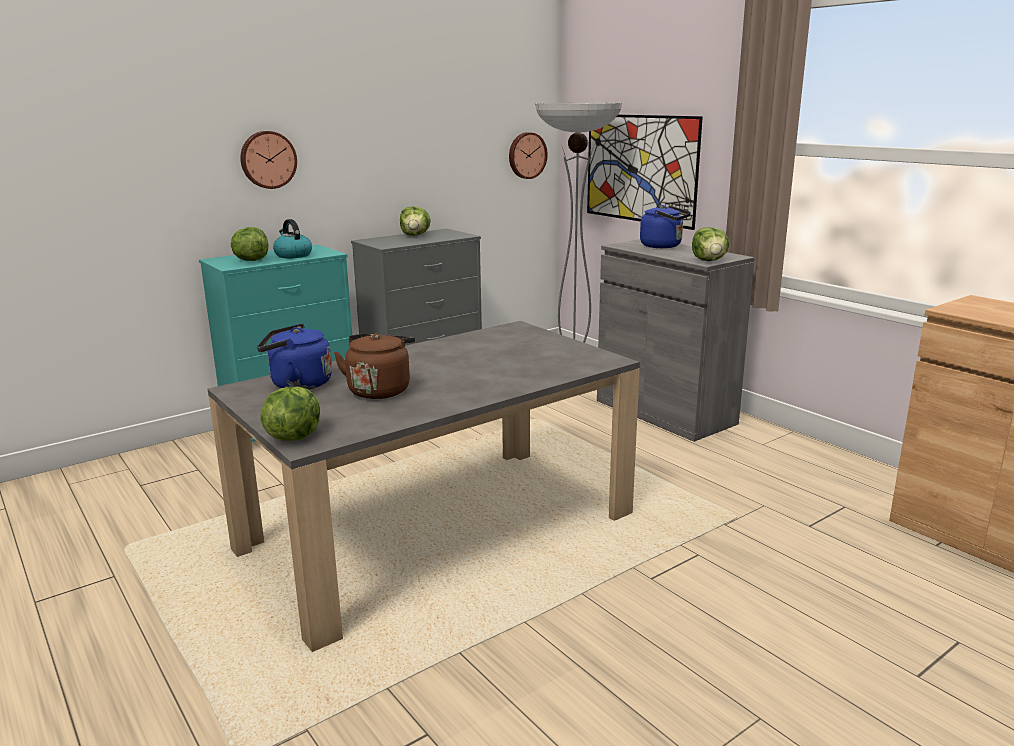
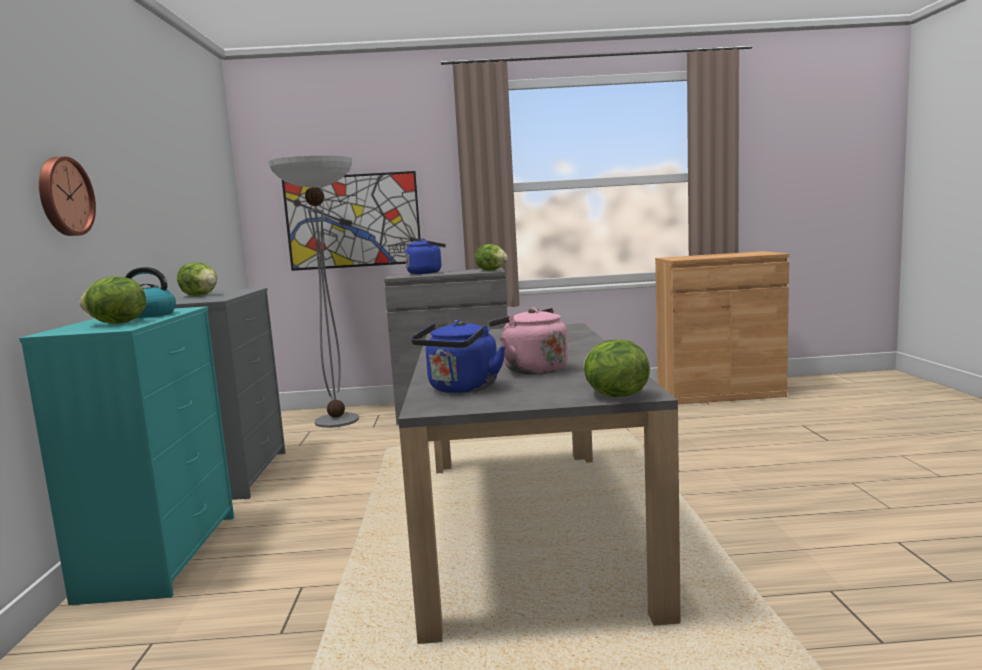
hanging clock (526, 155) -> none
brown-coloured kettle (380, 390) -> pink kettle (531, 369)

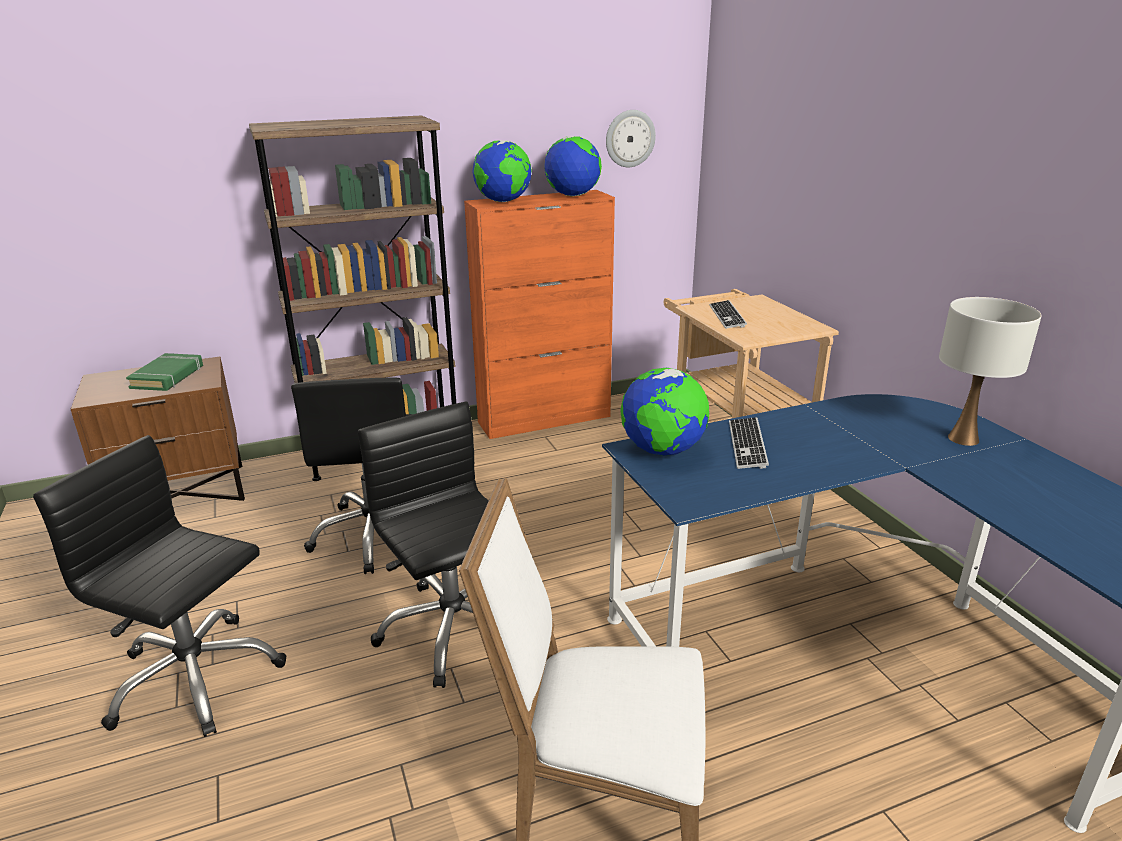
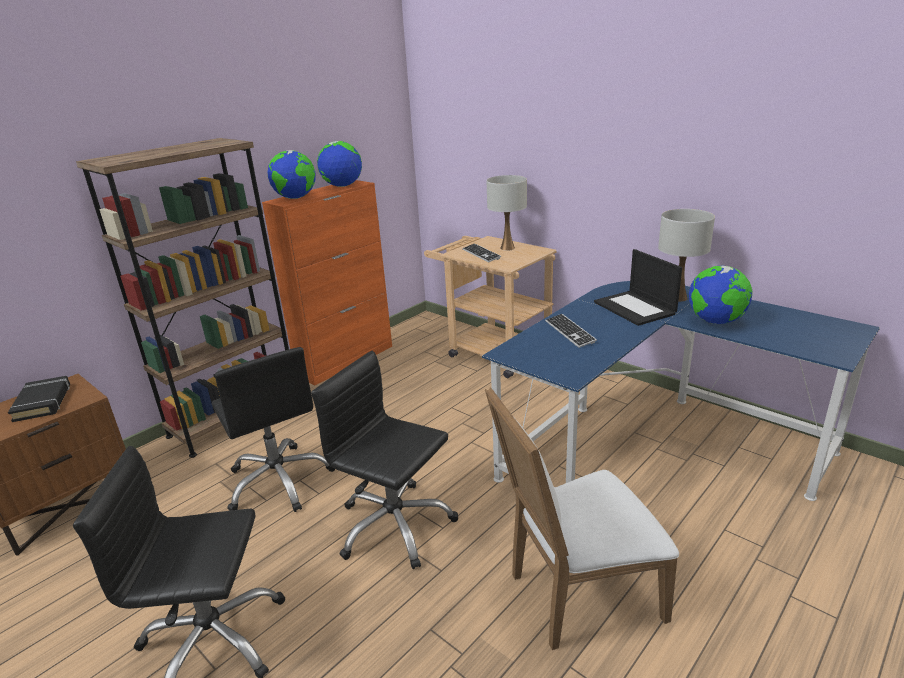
hanging clock (630, 138) -> none
green-coloured bound book (168, 377) -> black bound book (43, 402)
desk globe (662, 451) -> desk globe (716, 321), relocated
none -> whitish tabletop lamp (507, 248)
none -> portable computer (635, 308)

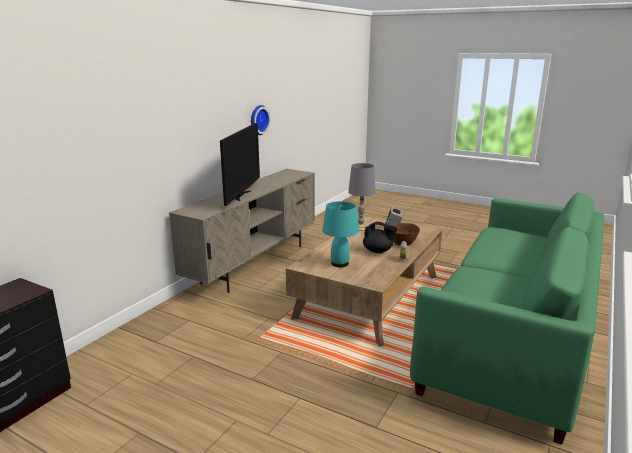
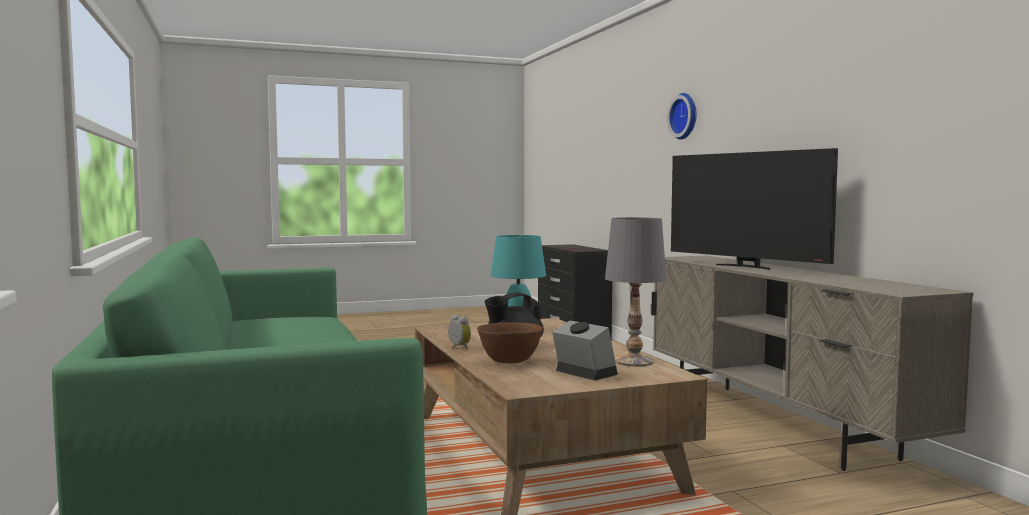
hanging clock (258, 120) -> hanging clock (685, 116), relocated

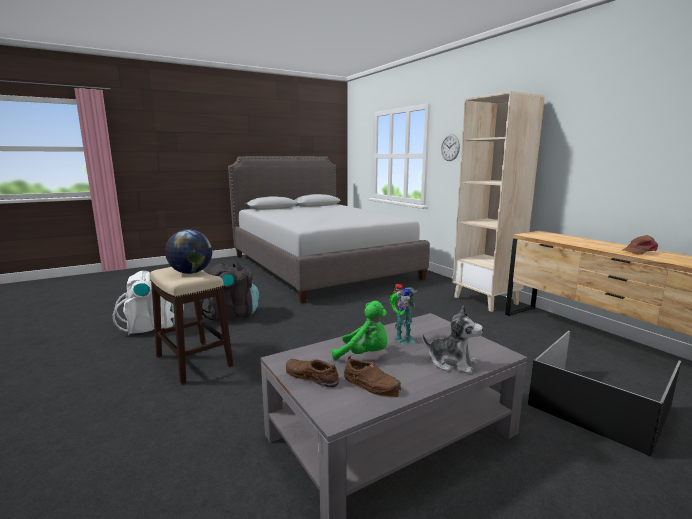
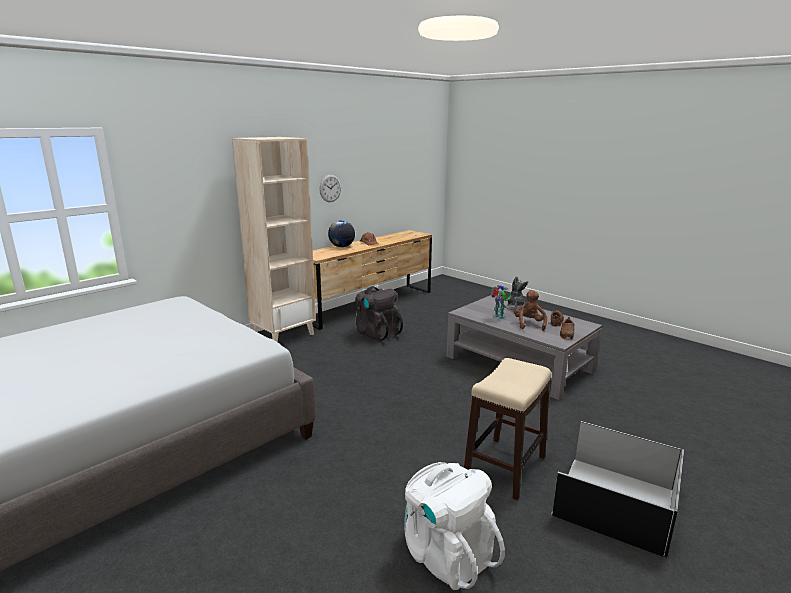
hanging clock (450, 147) -> hanging clock (330, 188), relocated
desk globe (191, 272) -> desk globe (342, 247), relocated
black rucksack (232, 315) -> black rucksack (377, 333), relocated
green-coloured plush toy (364, 355) -> brown-coloured plush toy (529, 324)
black storage container (601, 406) -> black storage container (615, 501), relocated

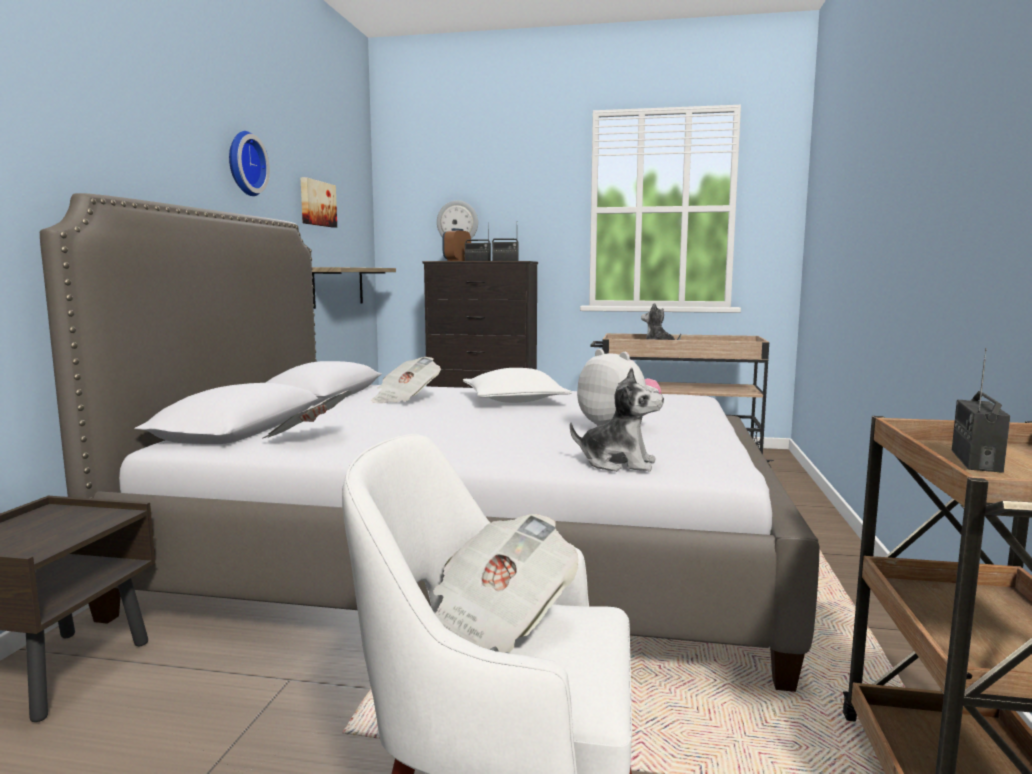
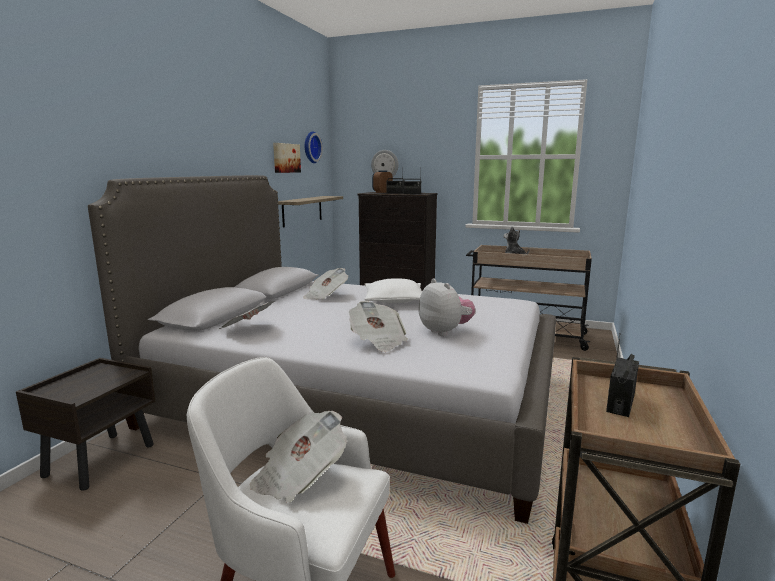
hanging clock (244, 164) -> hanging clock (310, 147), relocated
plush toy (618, 463) -> none
none -> newspaper (378, 341)

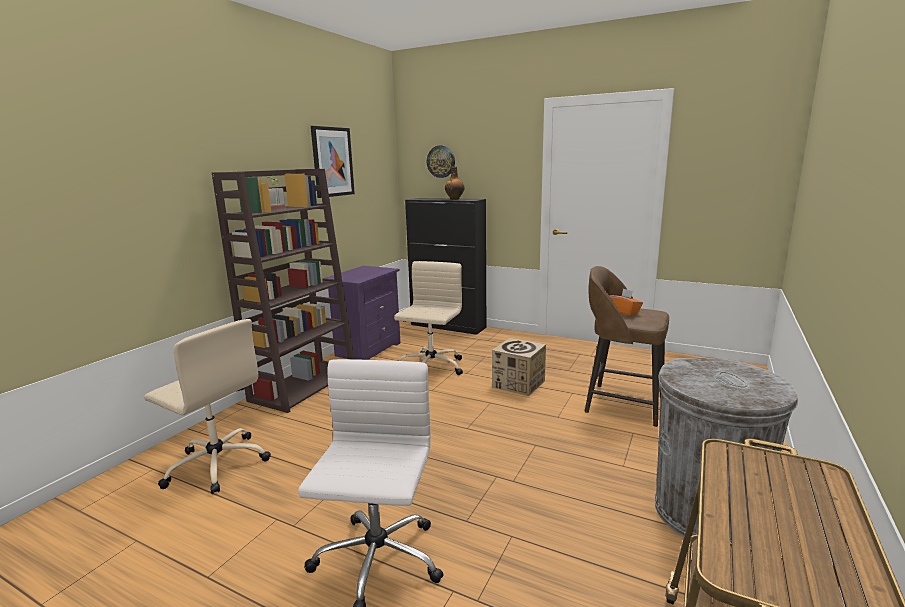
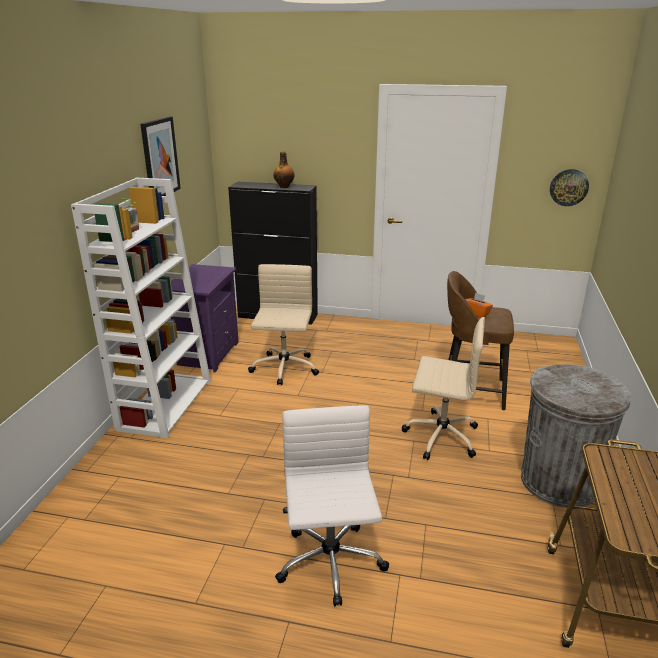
hanging clock (441, 161) -> hanging clock (568, 187), relocated
brown-coloured bookcase (304, 385) -> whitish bookcase (165, 404)
beige-coloured computer chair (217, 464) -> beige-coloured computer chair (440, 436), relocated
cardboard box (518, 384) -> none

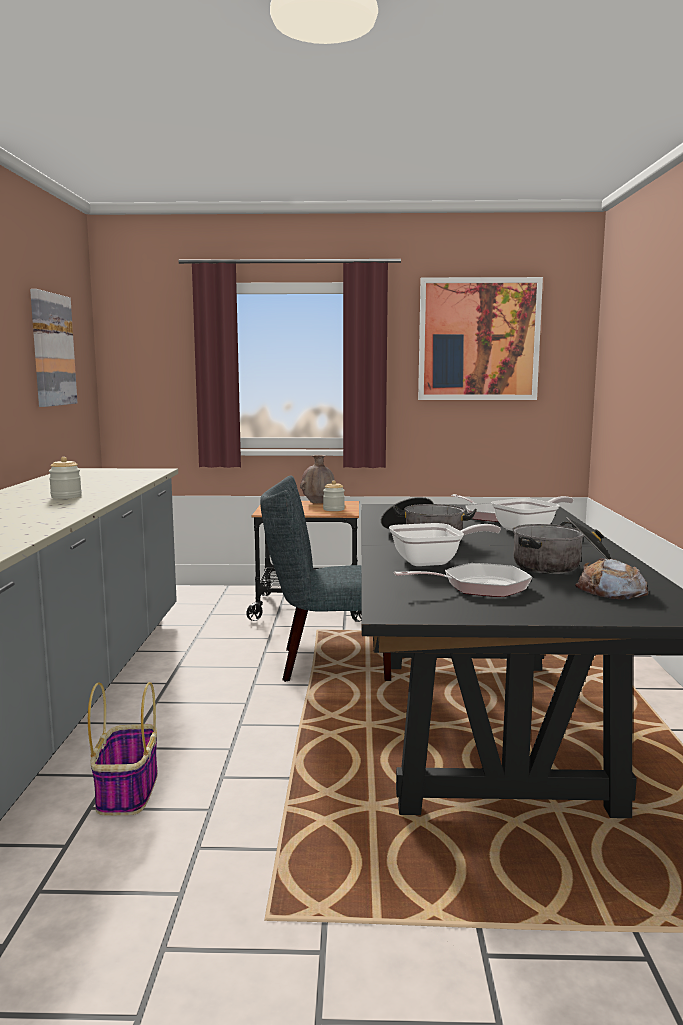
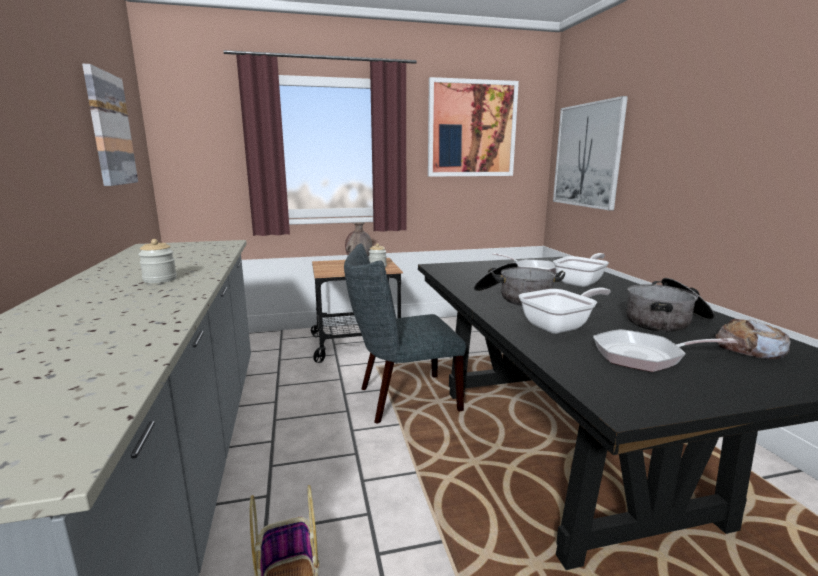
pan (479, 587) -> pan (644, 356), 150 degrees counterclockwise
none -> wall art (587, 155)

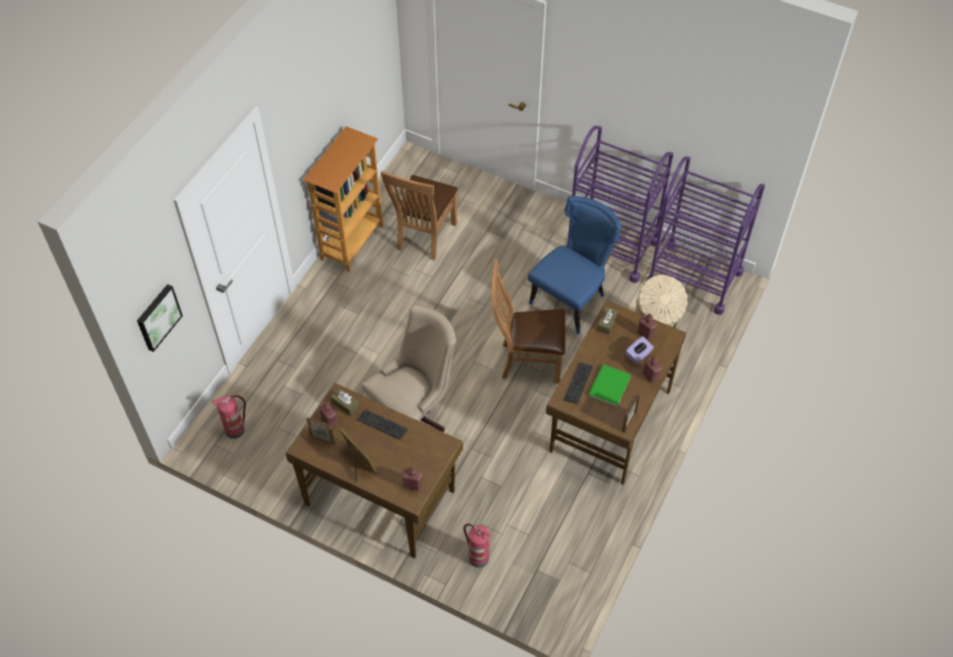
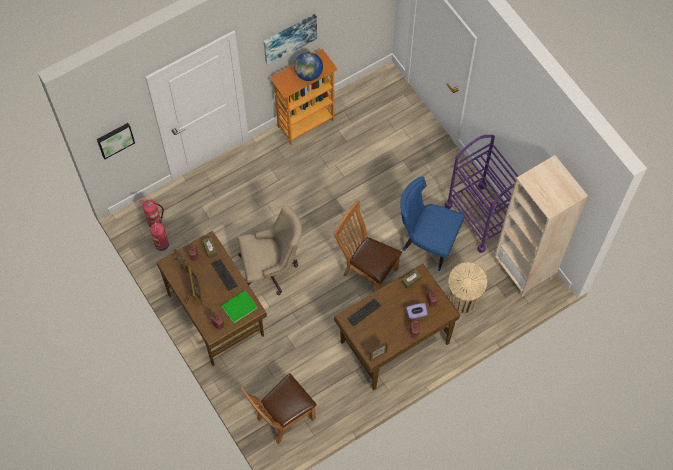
purple wheeled cart (694, 278) -> beige-coloured bookcase (524, 270)
brown-coloured chair (424, 238) -> brown-coloured chair (282, 419), relocated
blue-coloured chair (571, 299) -> blue-coloured chair (426, 242), 135 degrees counterclockwise
green-coloured bound book (608, 386) -> green-coloured bound book (238, 307), relocated
extinguisher (477, 557) -> extinguisher (161, 244), relocated
none -> wall art (289, 38)
none -> desk globe (308, 74)

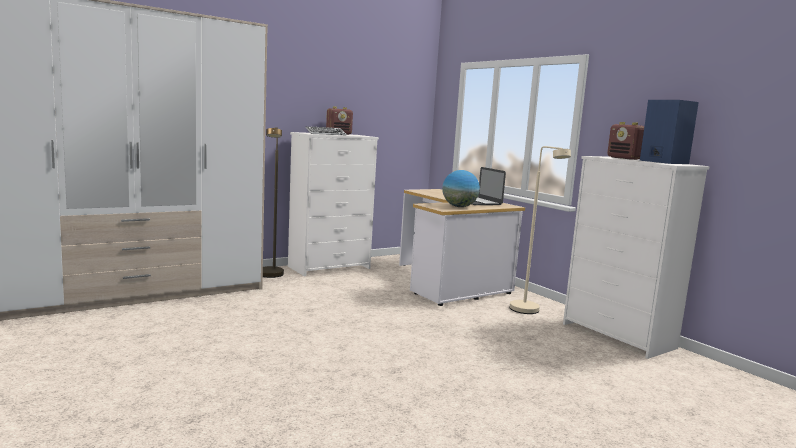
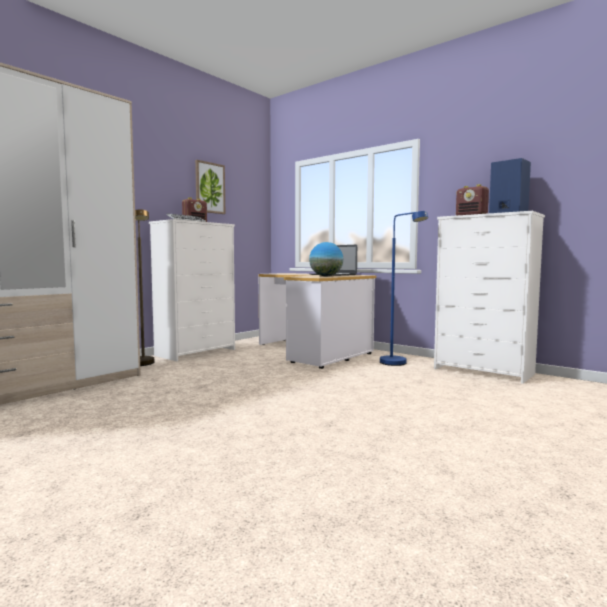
beige-coloured standing lamp (529, 312) -> blue-coloured standing lamp (398, 364)
none -> wall art (209, 188)

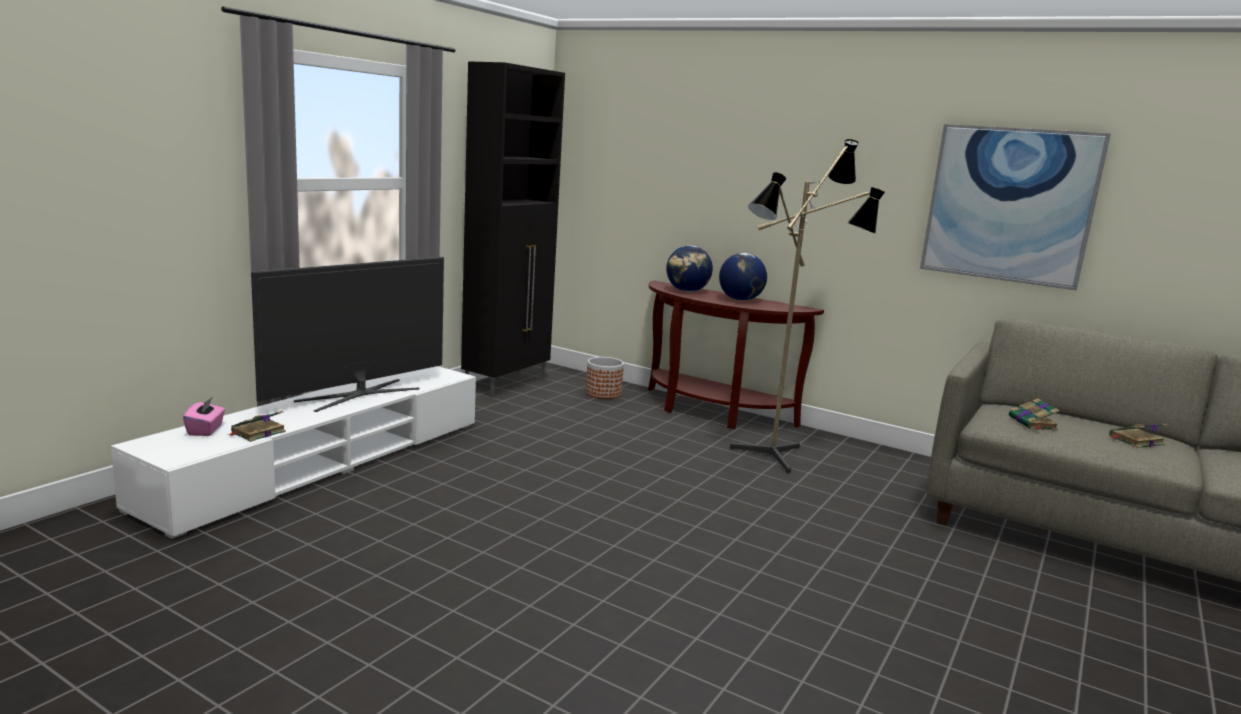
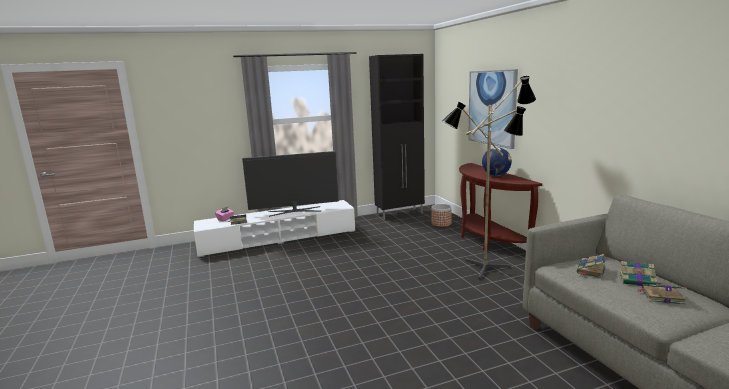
wall art (1009, 205) -> wall art (492, 108), relocated
desk globe (687, 291) -> none
none -> bound book (638, 281)

